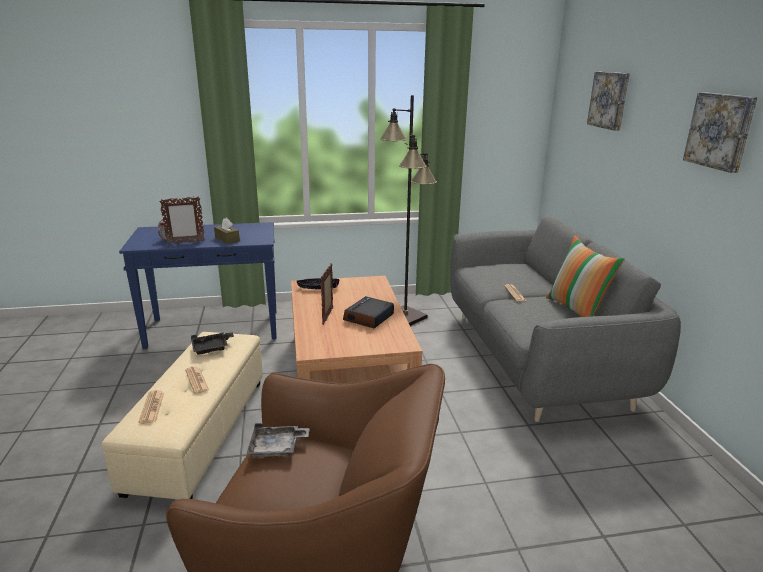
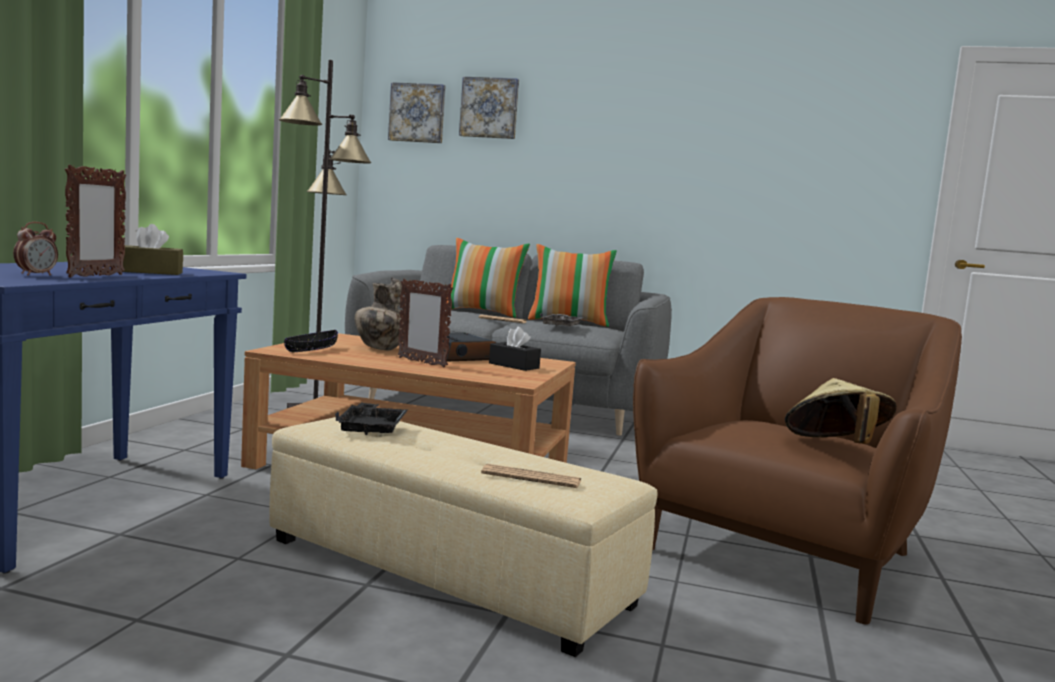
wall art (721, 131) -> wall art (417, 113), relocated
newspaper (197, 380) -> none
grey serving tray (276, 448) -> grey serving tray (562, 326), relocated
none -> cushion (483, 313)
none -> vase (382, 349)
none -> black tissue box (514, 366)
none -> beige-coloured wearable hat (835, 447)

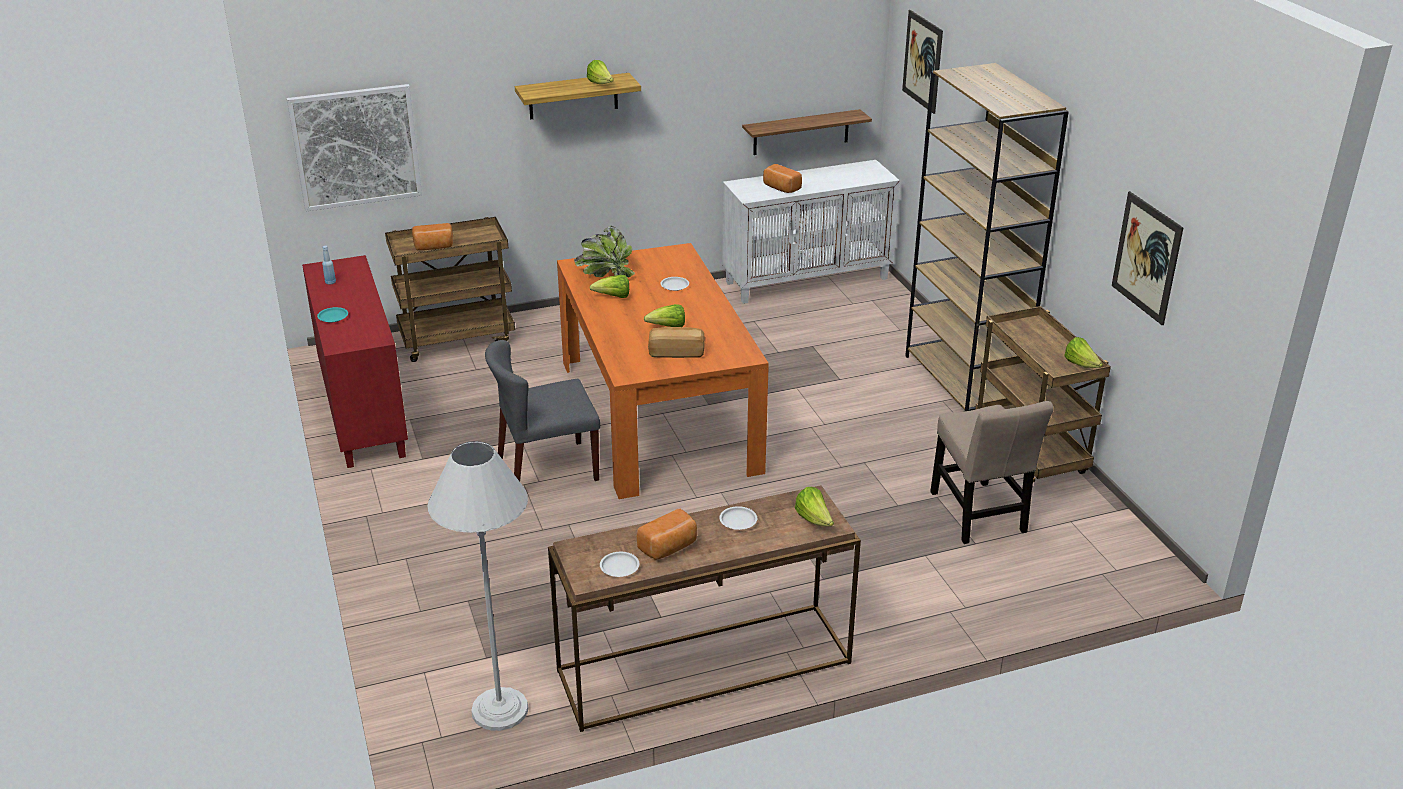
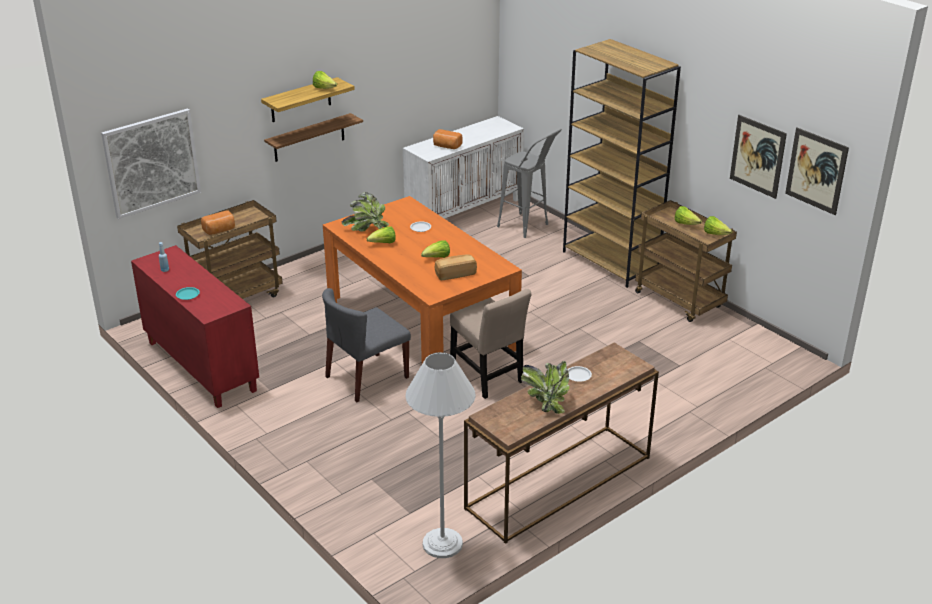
wall art (922, 61) -> wall art (816, 171), relocated
bracket shelf (801, 132) -> bracket shelf (309, 138), relocated
beige-coloured chair (979, 516) -> beige-coloured chair (488, 377), relocated
lettuce (814, 520) -> lettuce (686, 224), relocated
bread (669, 547) -> houseplant (547, 402)
whitish plate (619, 567) -> none
none -> grey stool (528, 228)

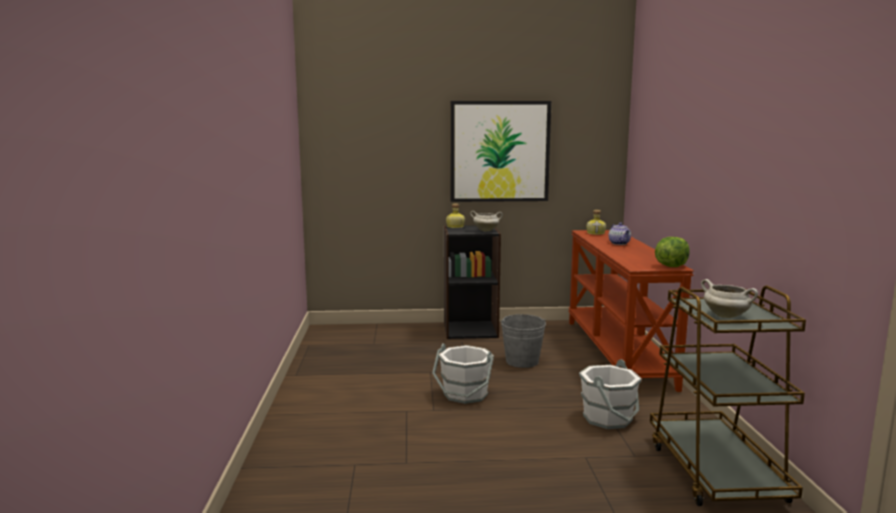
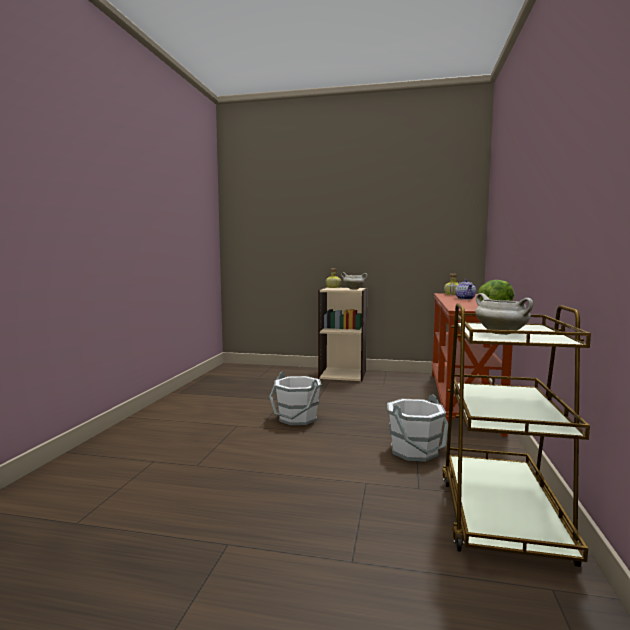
wall art (499, 151) -> none
black bookcase (470, 330) -> beige-coloured bookcase (343, 374)
grey pail (522, 361) -> none

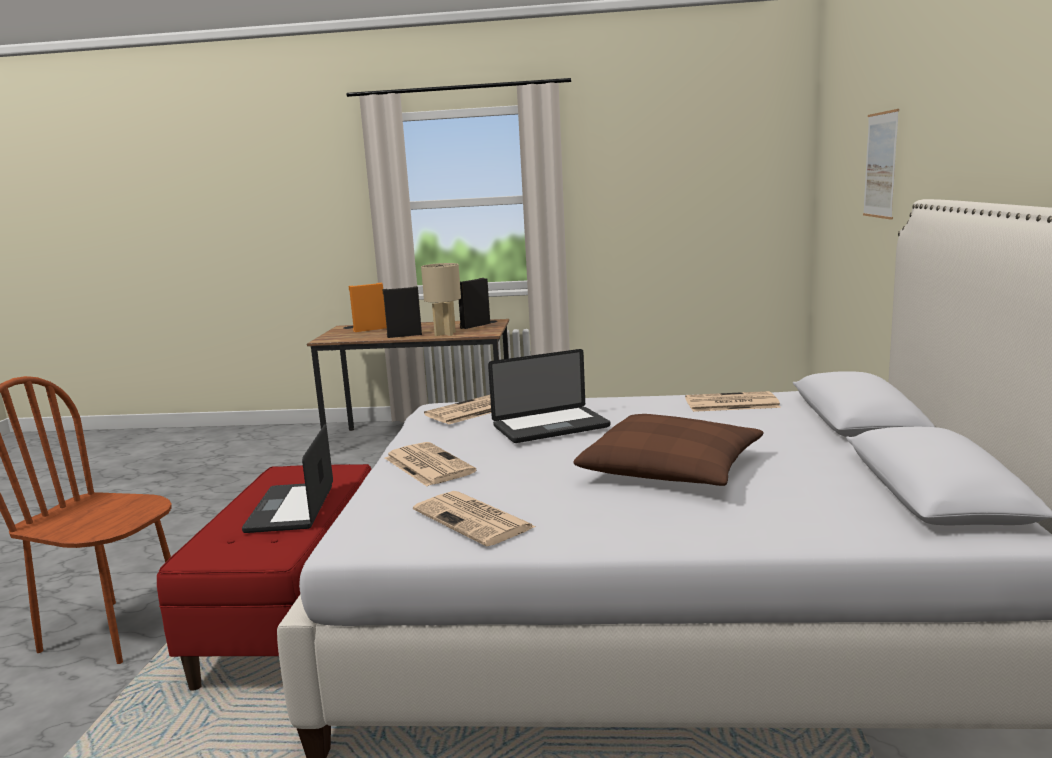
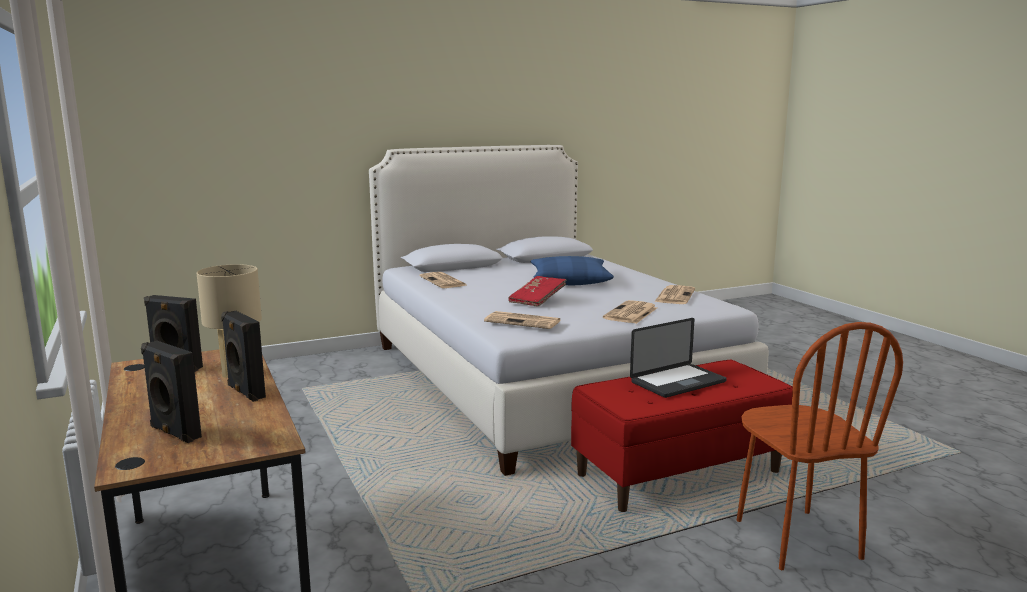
wall art (880, 165) -> none
orangey loudspeaker (370, 329) -> black loudspeaker (174, 433)
portable computer (551, 427) -> red bound book (537, 300)
brown-coloured cushion (671, 469) -> blue-coloured cushion (570, 280)

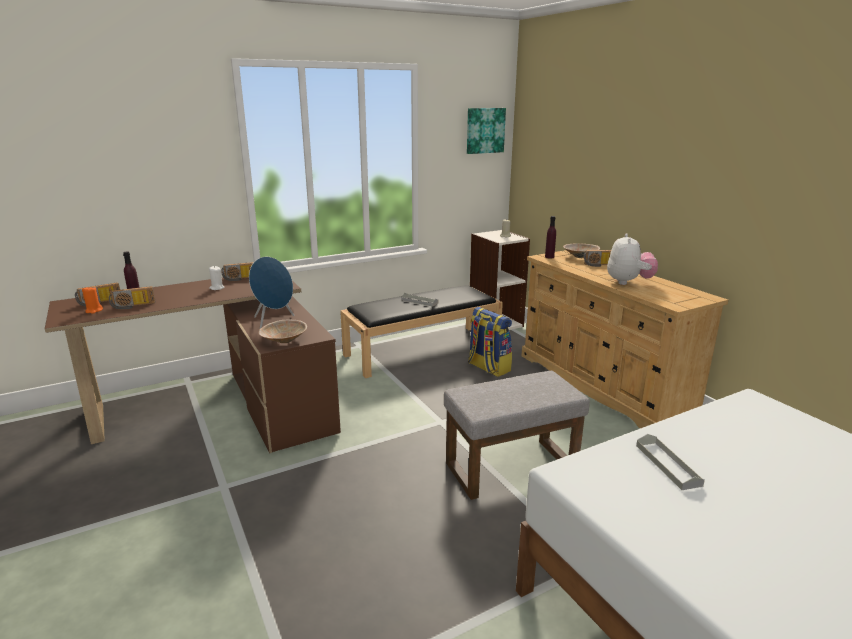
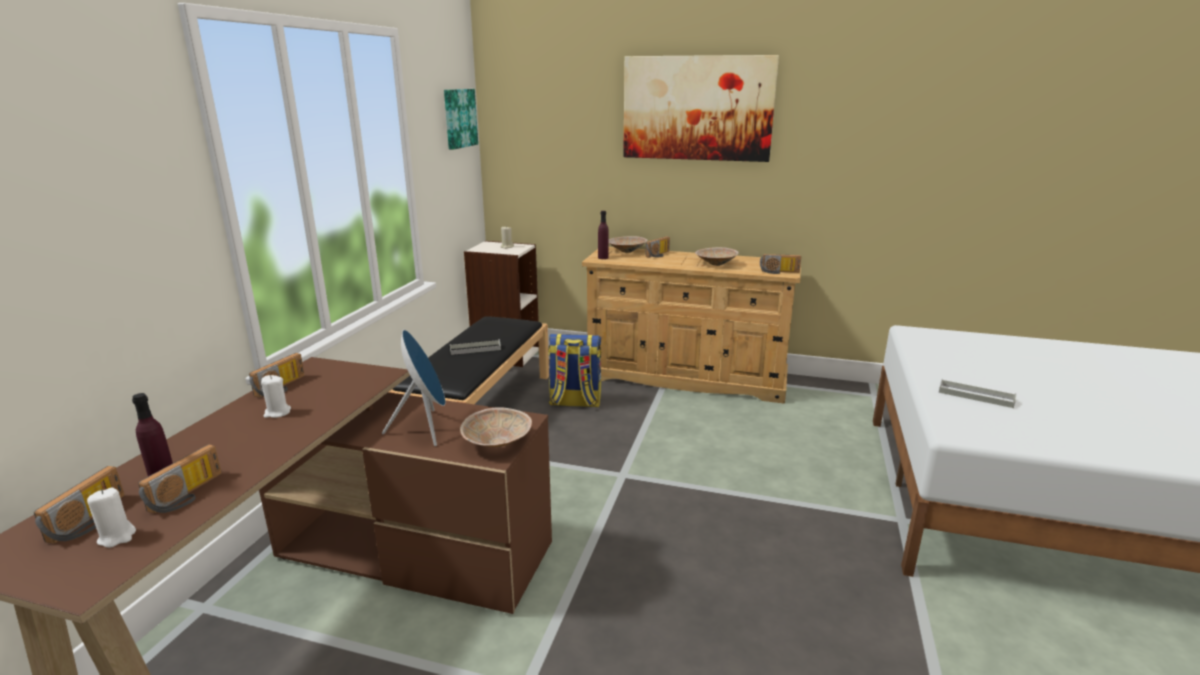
plush toy (628, 282) -> beige-coloured deep dish (715, 264)
orangey wax candle (94, 310) -> whitish wax candle (117, 537)
grey ottoman (511, 466) -> none
none -> wall art (697, 108)
none -> radio receiver (779, 272)

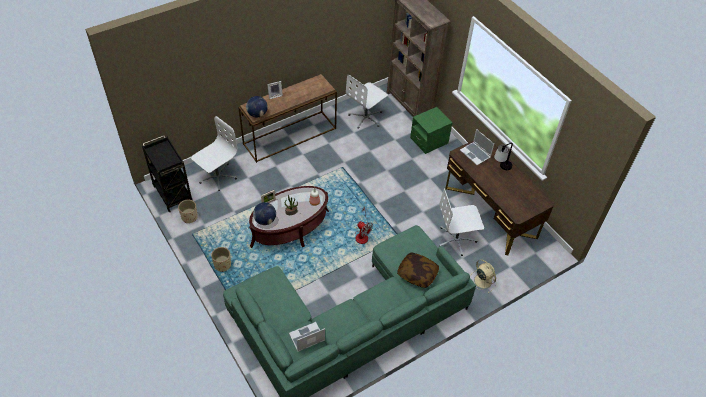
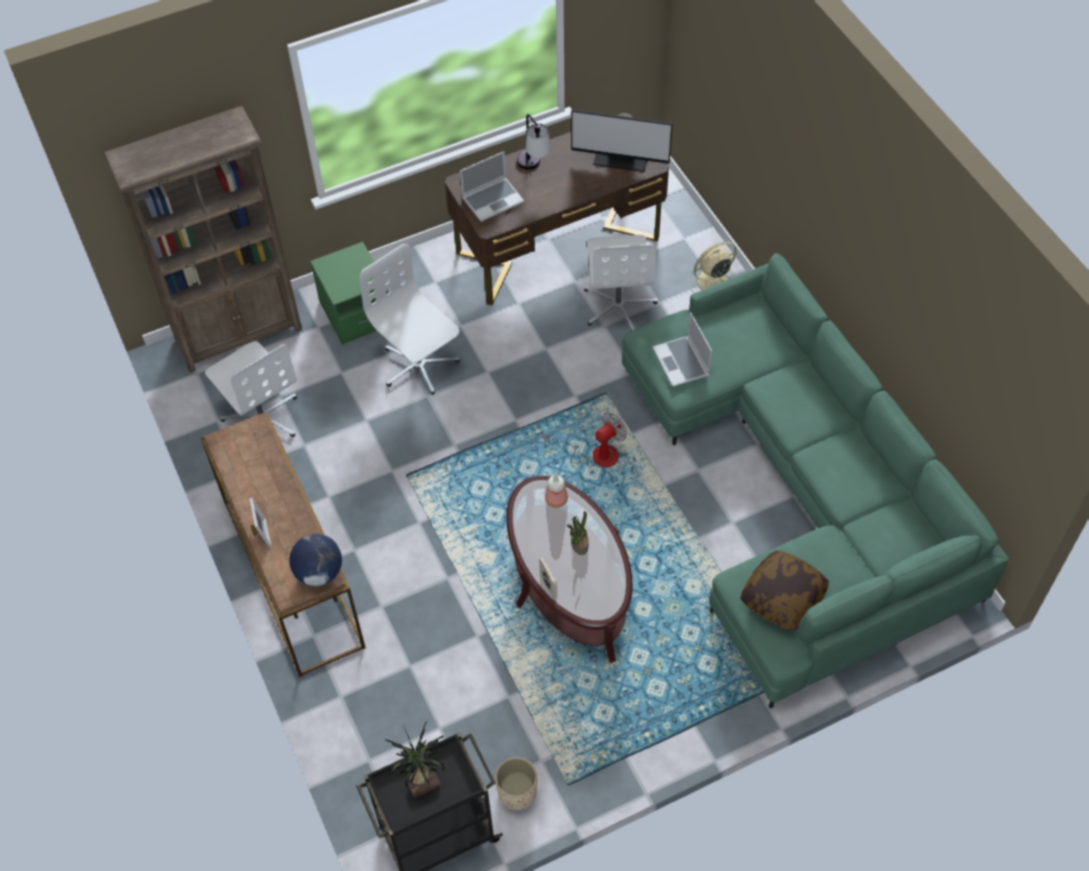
whitish computer chair (217, 176) -> whitish computer chair (419, 366), relocated
desk globe (265, 220) -> none
beige-coloured flower pot (222, 265) -> none
cushion (417, 274) -> cushion (783, 597), relocated
portable computer (306, 338) -> portable computer (682, 363), relocated
none -> computer screen (621, 158)
none -> houseplant (423, 784)

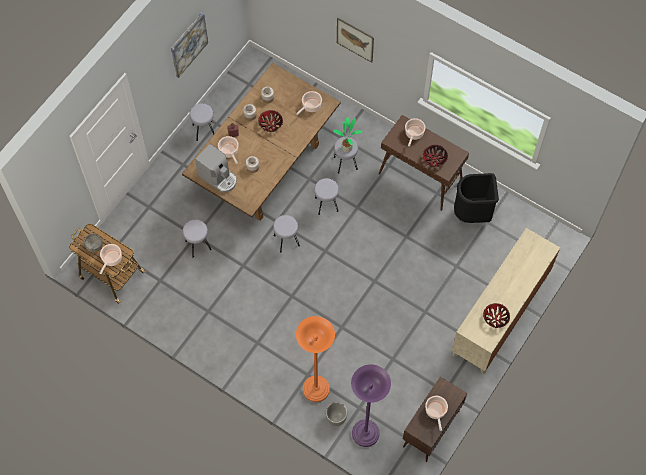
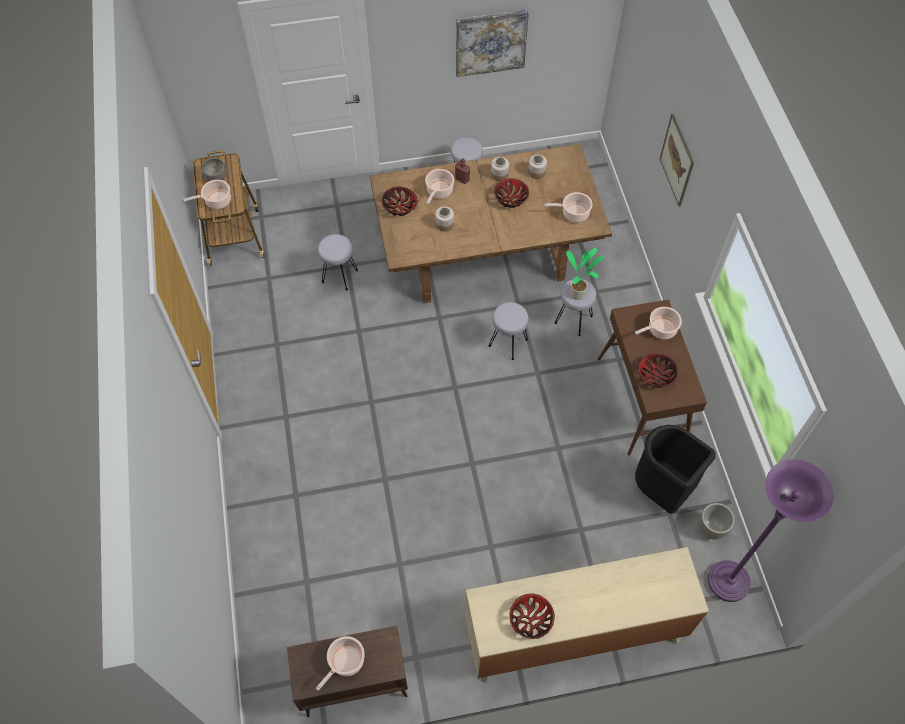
coffee brewer (218, 177) -> deep dish (400, 207)
grey stool (286, 241) -> none
orangey standing lamp (316, 389) -> none
purple standing lamp (365, 433) -> purple standing lamp (728, 582), relocated
grey flower pot (336, 418) -> grey flower pot (711, 529), relocated

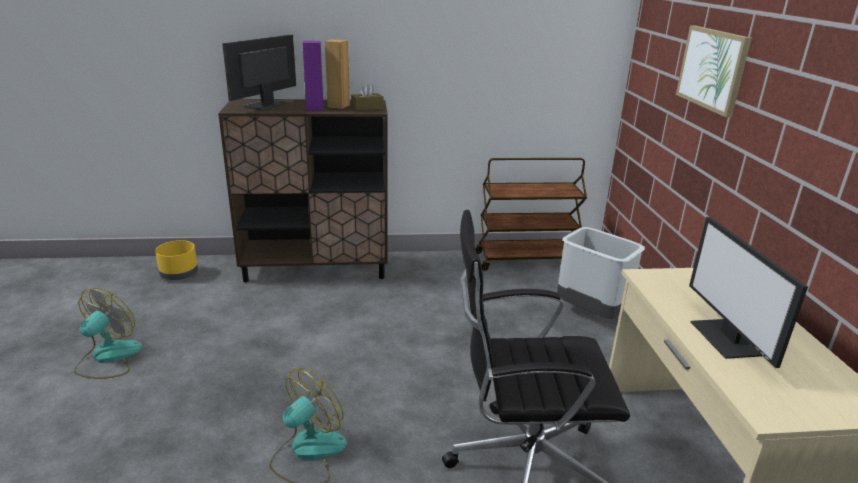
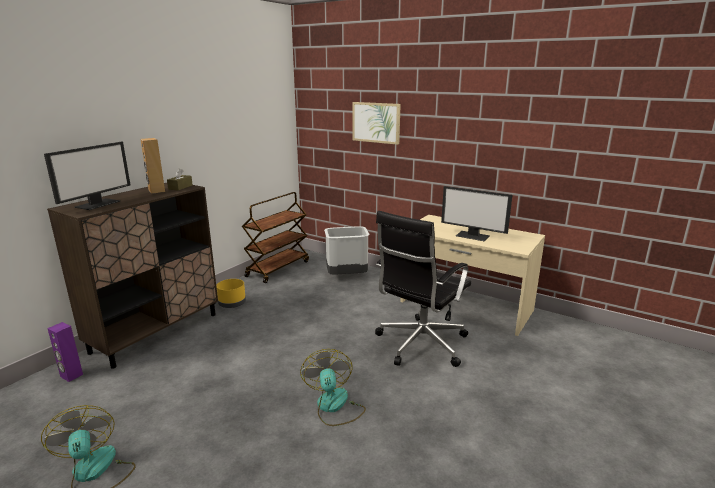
computer screen (265, 105) -> computer screen (97, 204), 135 degrees counterclockwise
purple loudspeaker (314, 108) -> purple loudspeaker (71, 375), relocated
yellow flower pot (180, 274) -> yellow flower pot (232, 303), relocated

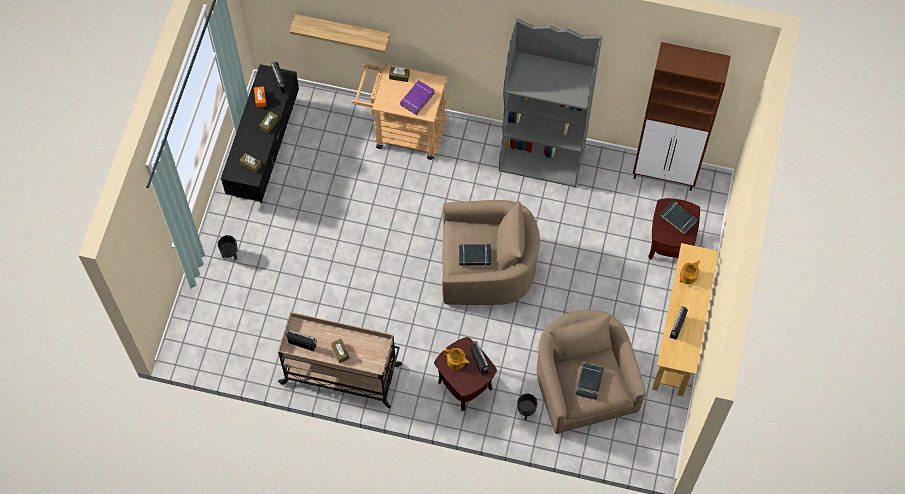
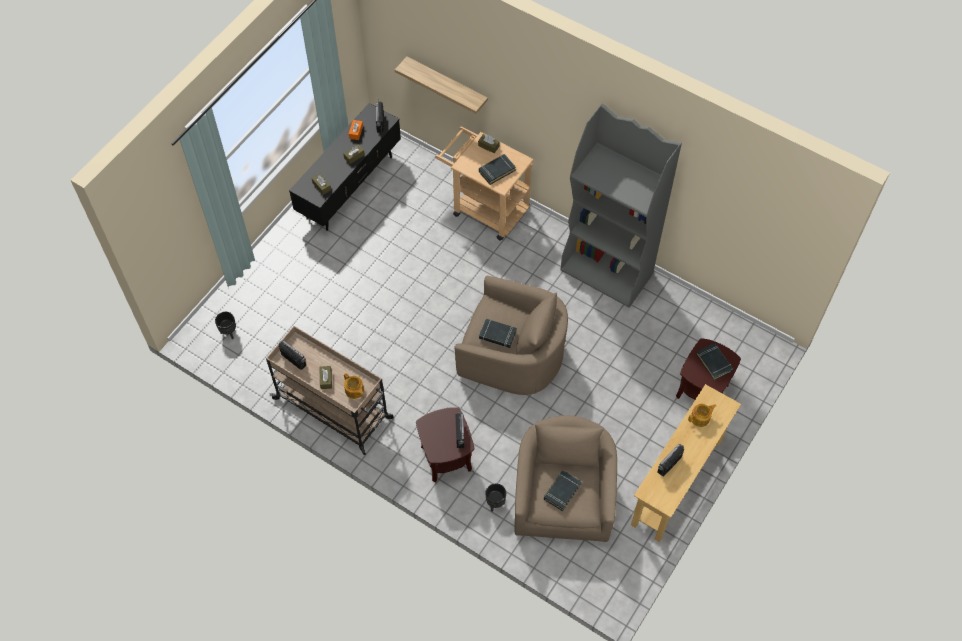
brown-coloured storage cabinet (665, 174) -> none
purple bound book (417, 99) -> black bound book (497, 171)
black flower pot (229, 254) -> black flower pot (228, 332), relocated
teapot (456, 361) -> teapot (354, 391), relocated

